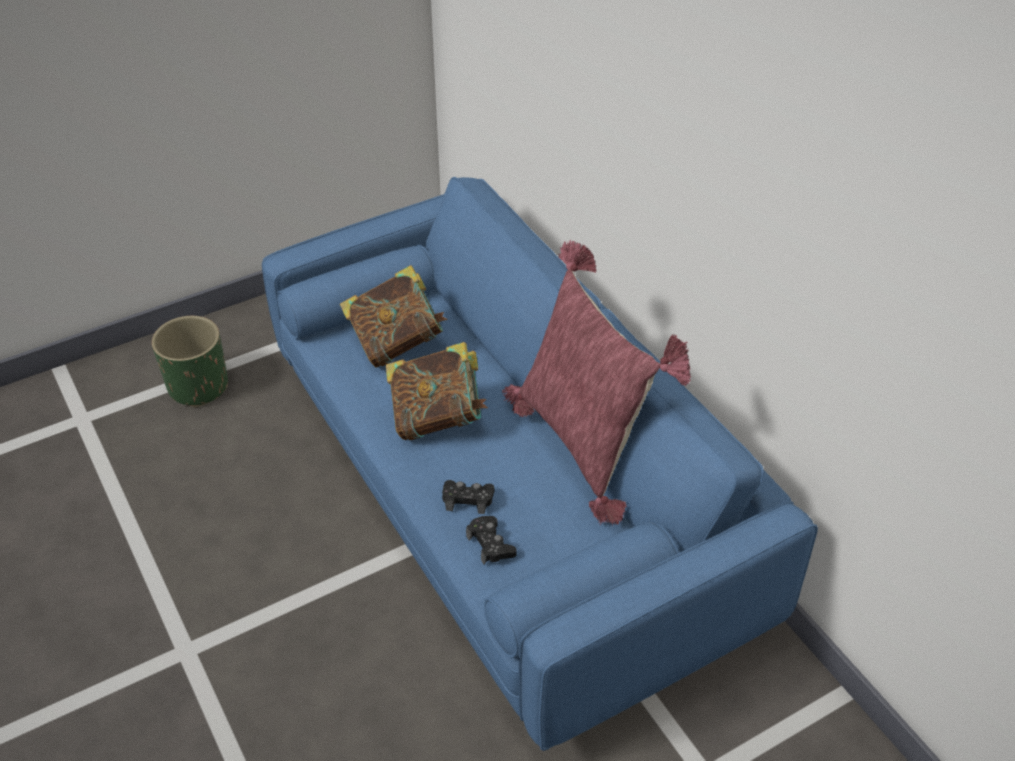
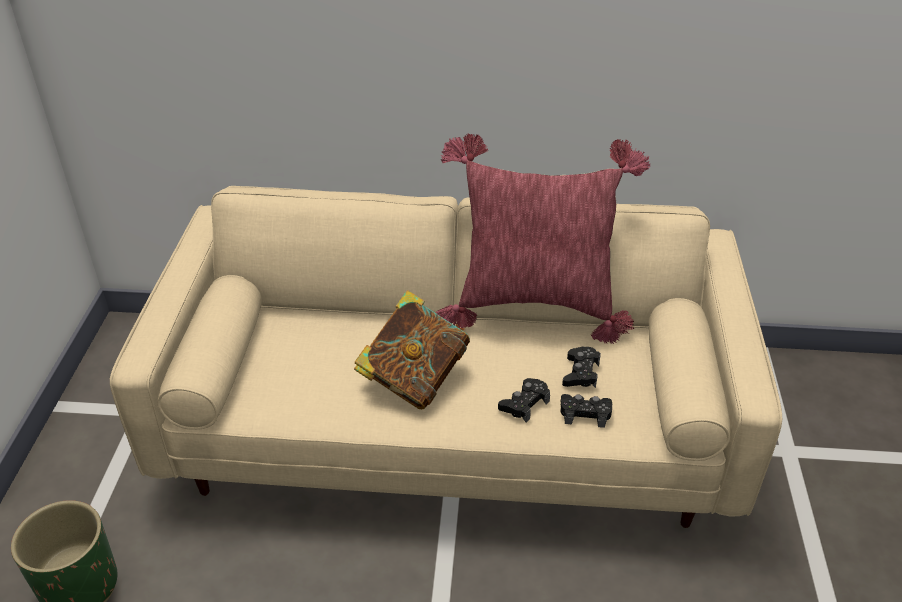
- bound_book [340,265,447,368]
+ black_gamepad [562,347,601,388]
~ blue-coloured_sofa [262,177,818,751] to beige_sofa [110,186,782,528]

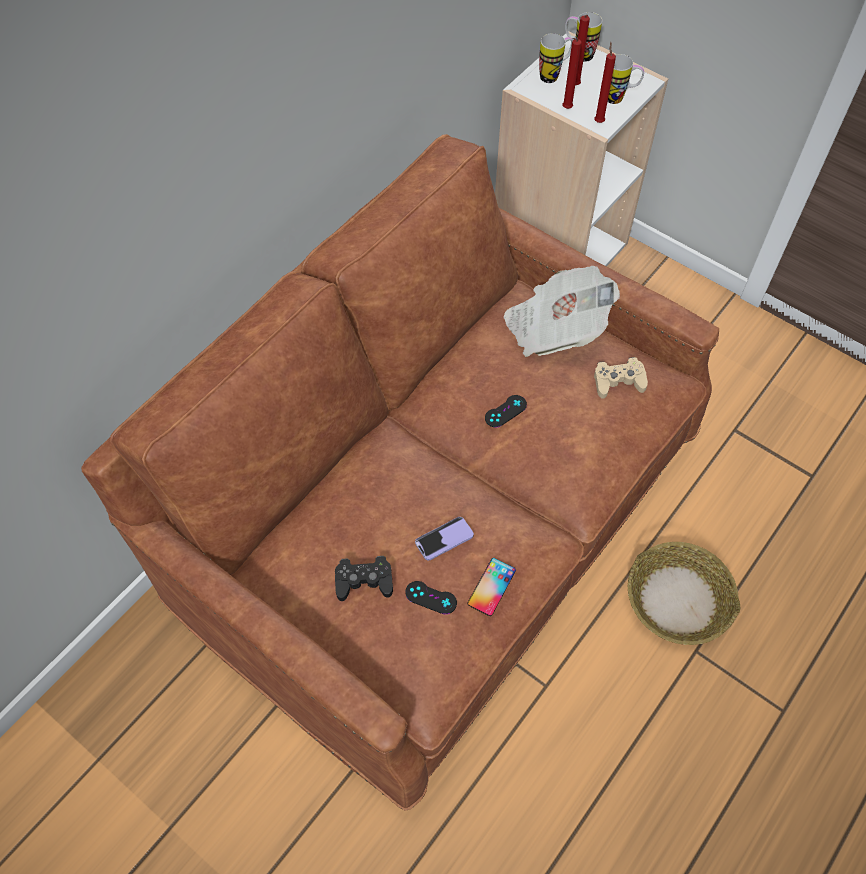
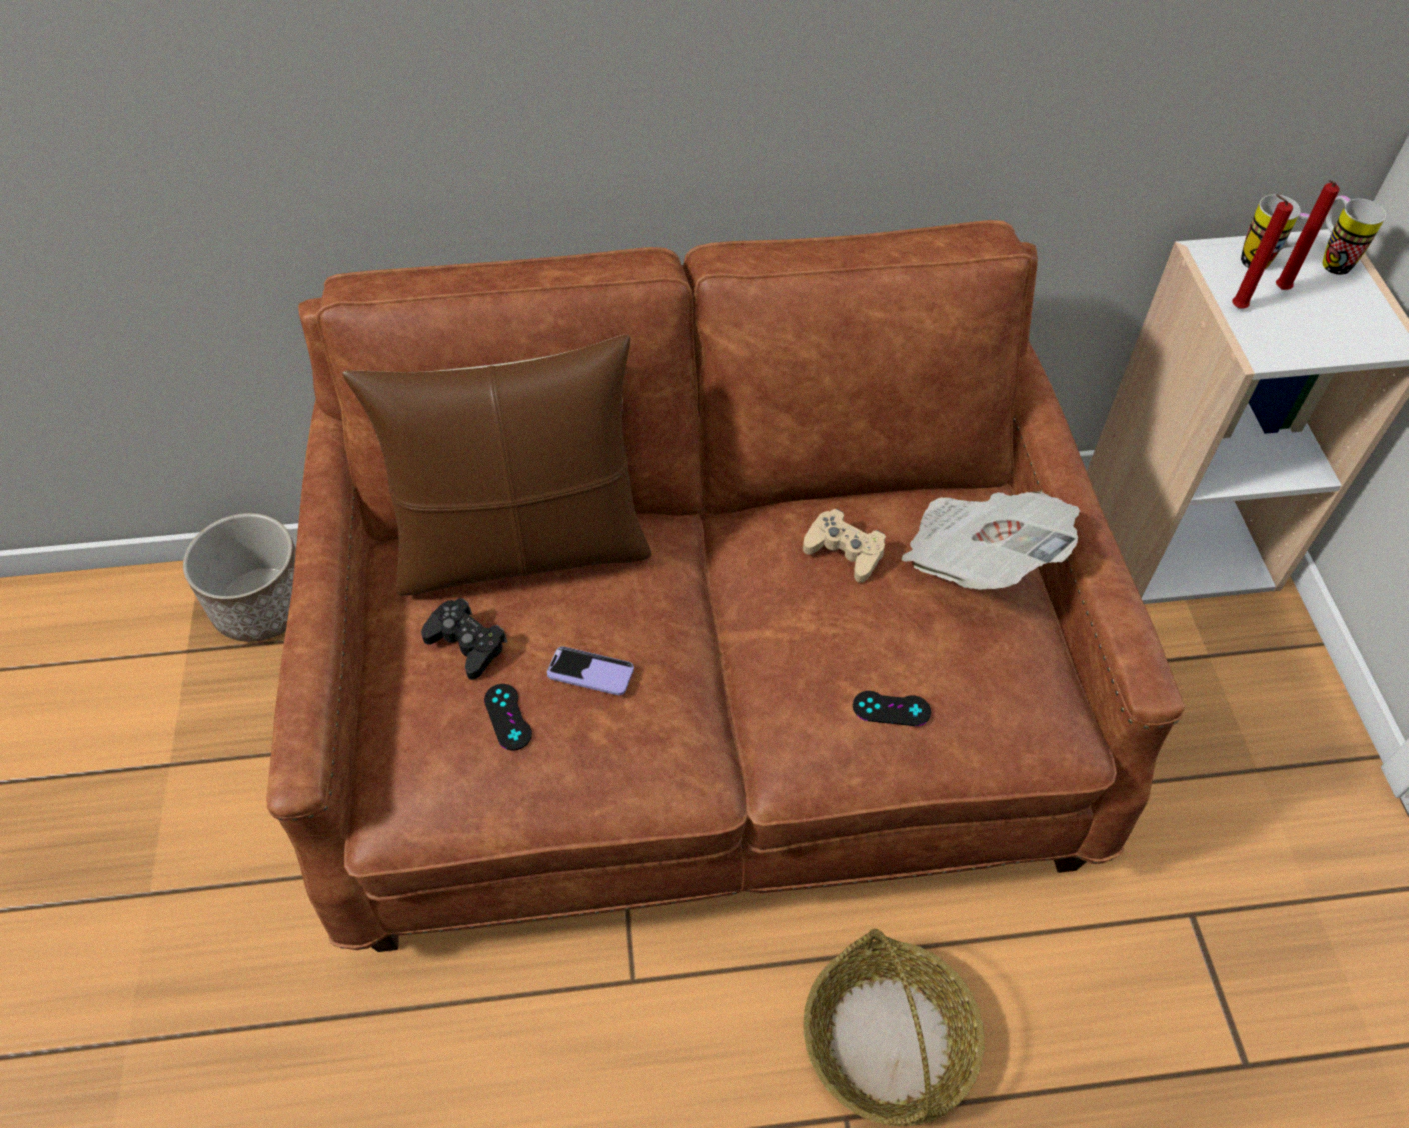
- phone [467,558,516,616]
- red-coloured_wax_light [594,42,616,123]
- coffee_mug [608,54,644,104]
+ plant_pot [183,513,296,642]
+ brown_throw_pillow [342,334,651,595]
~ black_gamepad [485,395,527,427] to [853,691,931,726]
~ beige_gamepad [594,357,648,399] to [803,509,886,583]

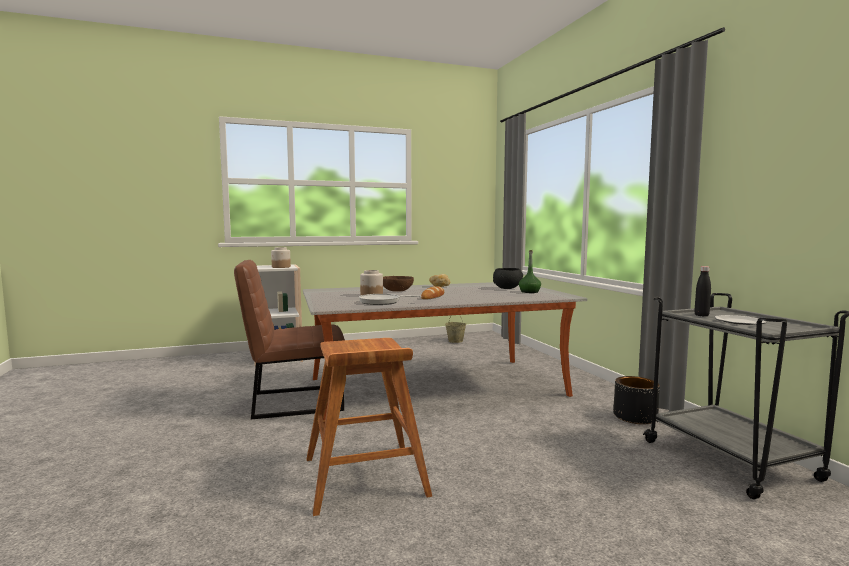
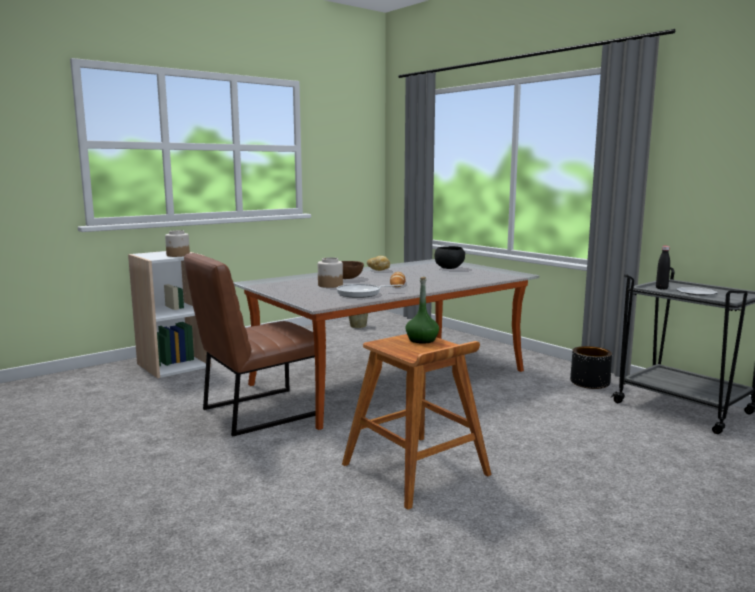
~ greenish_drink_bottle [519,250,541,293] to [405,277,439,344]

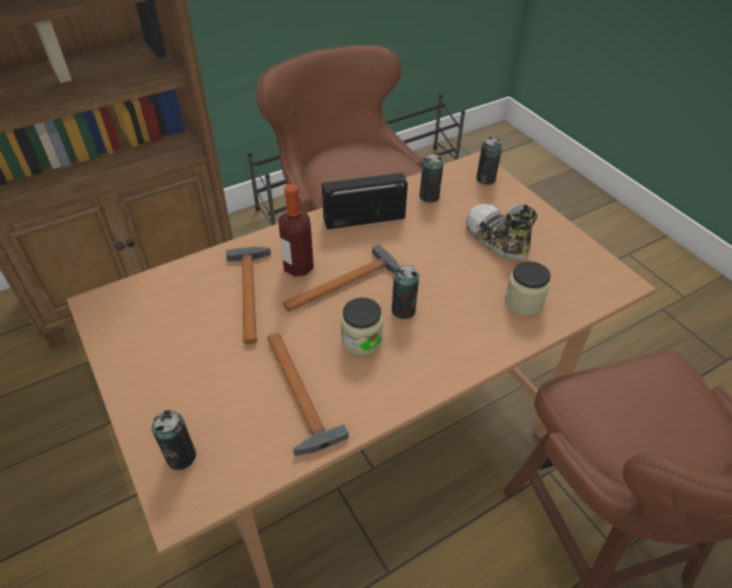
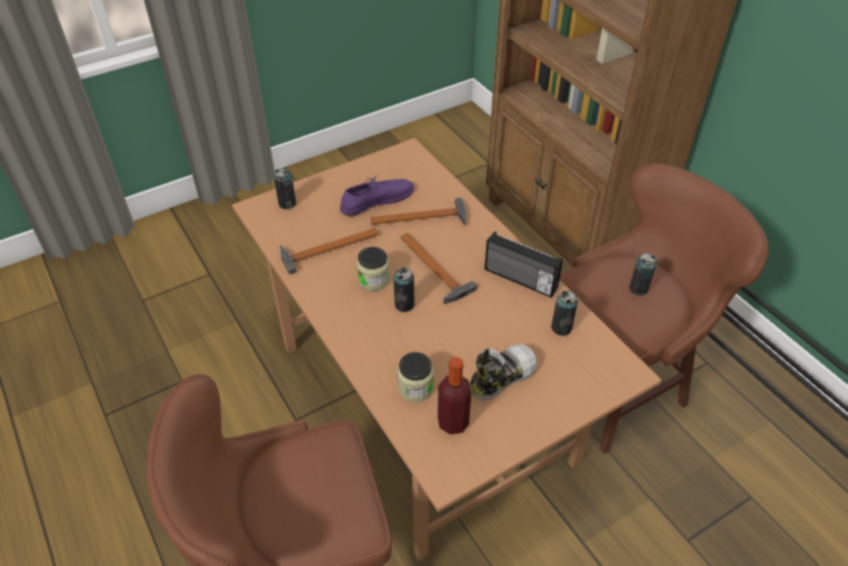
+ purple-coloured_item_of_footwear [340,175,414,217]
~ drink_bottle [278,184,314,277] to [438,357,471,435]
~ can [476,137,502,185] to [629,253,657,296]
~ radio_receiver [322,173,408,229] = [484,231,563,298] 135 degrees clockwise

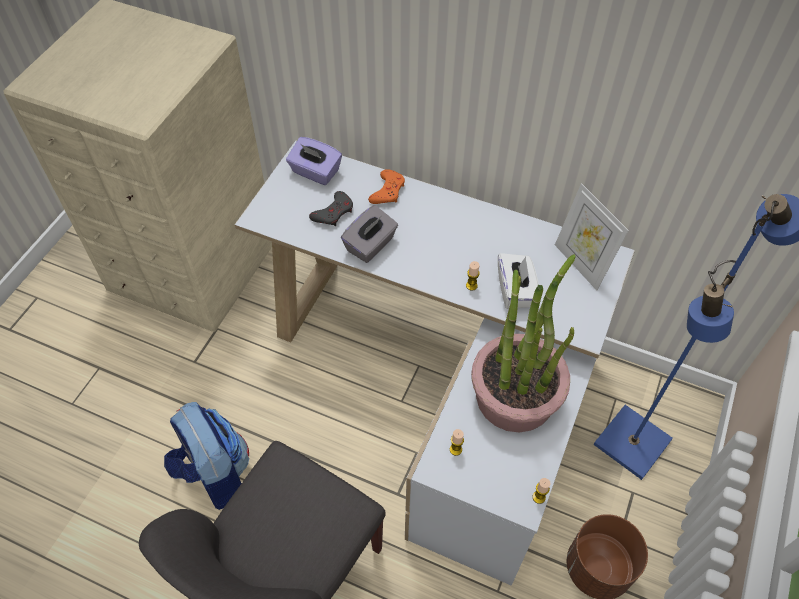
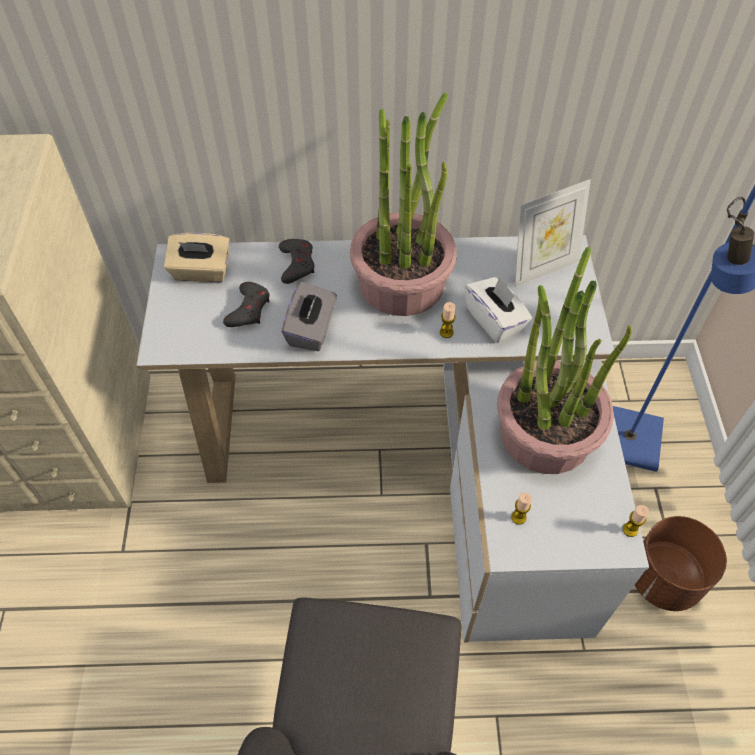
- backpack [164,402,249,510]
+ houseplant [350,93,457,316]
~ purple-coloured_tissue_box [286,137,342,185] to beige_tissue_box [164,233,230,283]
~ orange_gamepad [368,169,405,204] to grey_gamepad [279,239,315,284]
~ standing_frame [555,183,629,291] = [515,179,591,287] 60 degrees counterclockwise

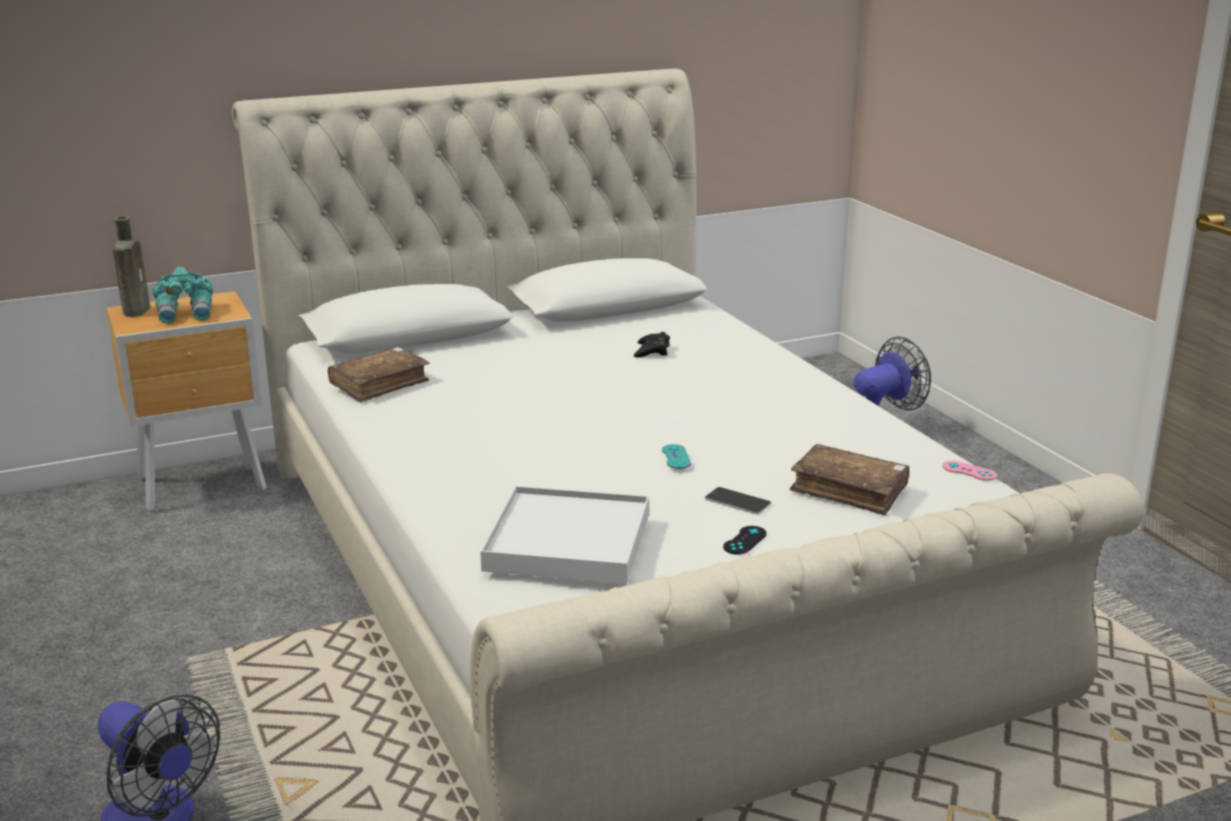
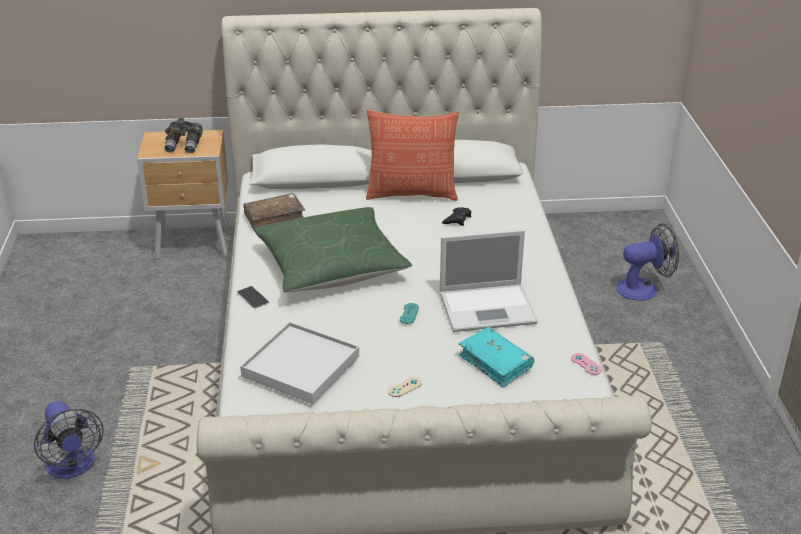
- brown_drink_bottle [113,216,150,317]
+ greenish_throw_pillow [254,207,412,292]
+ orange_throw_pillow [366,109,459,201]
+ laptop [440,230,538,332]
~ phone [704,487,771,514] to [237,286,269,308]
~ turquoise-coloured_field_glasses [152,267,213,323] to grey_field_glasses [165,118,203,153]
~ black_gamepad [723,526,767,555] to beige_gamepad [388,377,422,397]
~ brown_bound_book [790,444,910,515] to turquoise-coloured_bound_book [459,327,534,388]

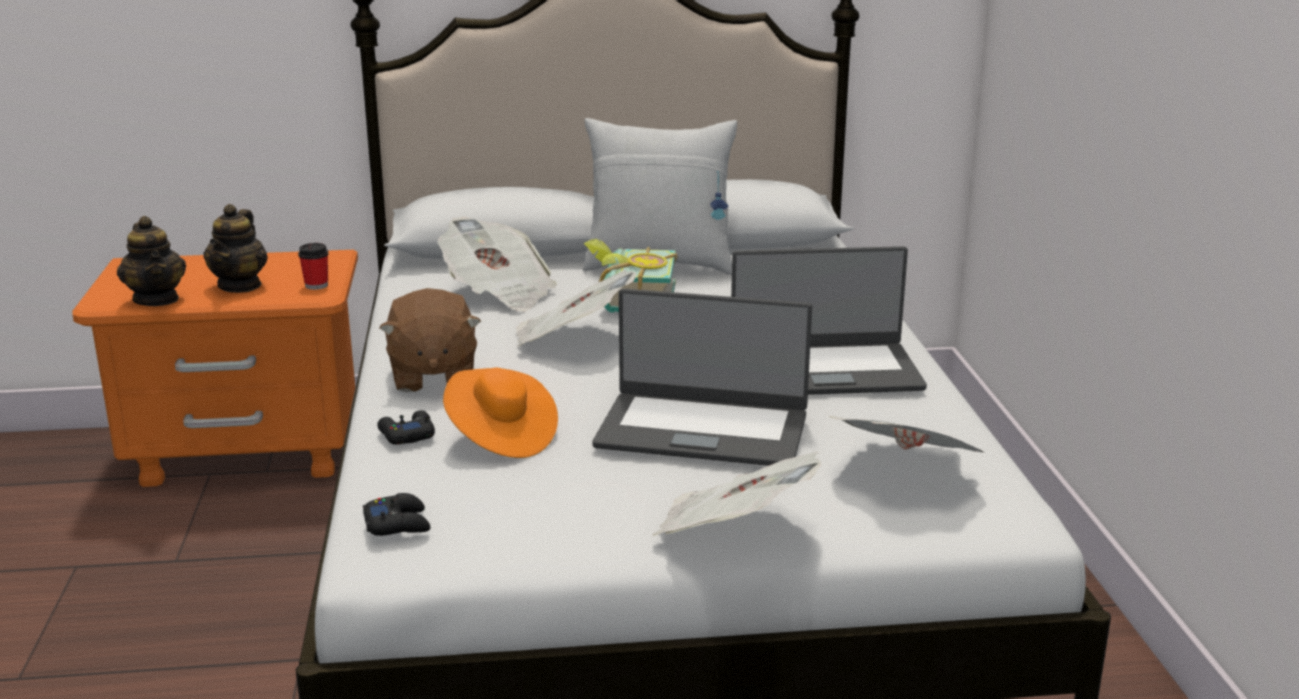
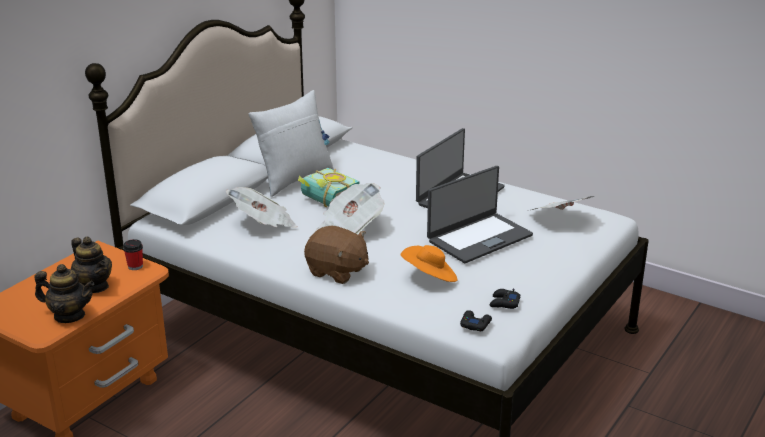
- newspaper [652,452,821,536]
~ black_gamepad [377,410,435,445] to [489,289,521,309]

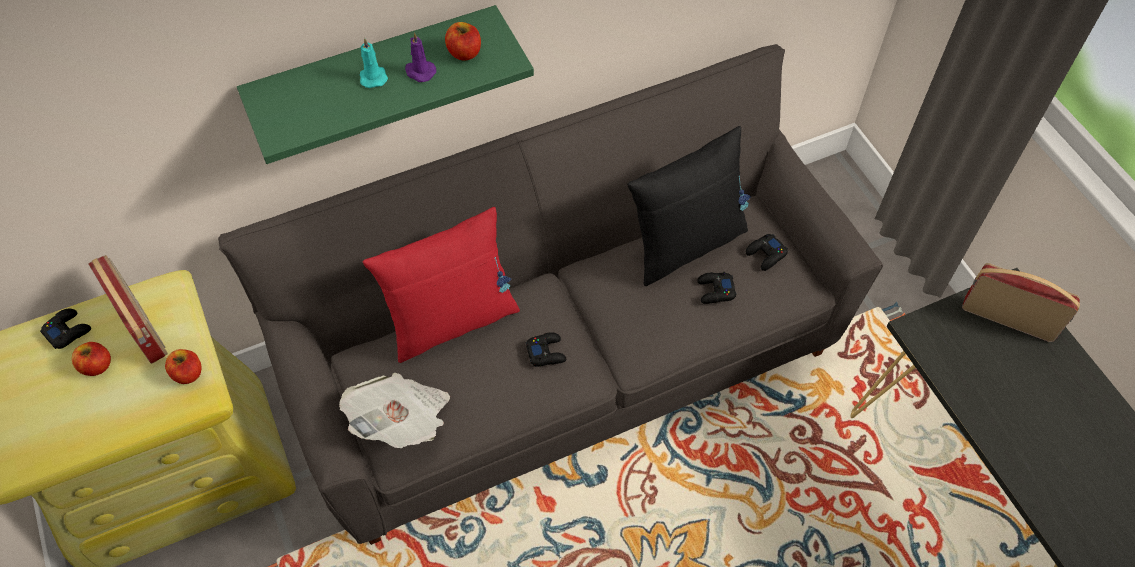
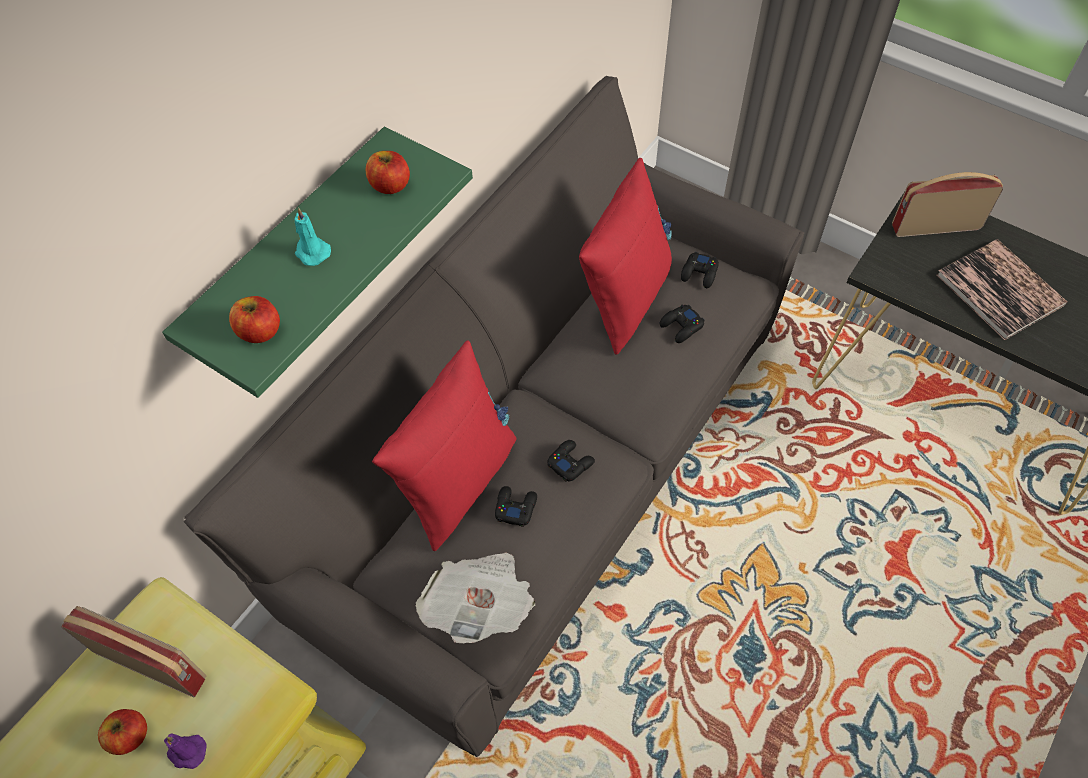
+ bound_book [937,239,1068,340]
~ black_gamepad [40,308,91,349] to [495,486,537,527]
~ apple_fruit [165,349,202,384] to [229,296,280,343]
~ purple-coloured_wax_light [405,32,436,82] to [164,733,207,769]
~ black_throw_pillow [627,126,751,286] to red-coloured_throw_pillow [579,158,672,355]

